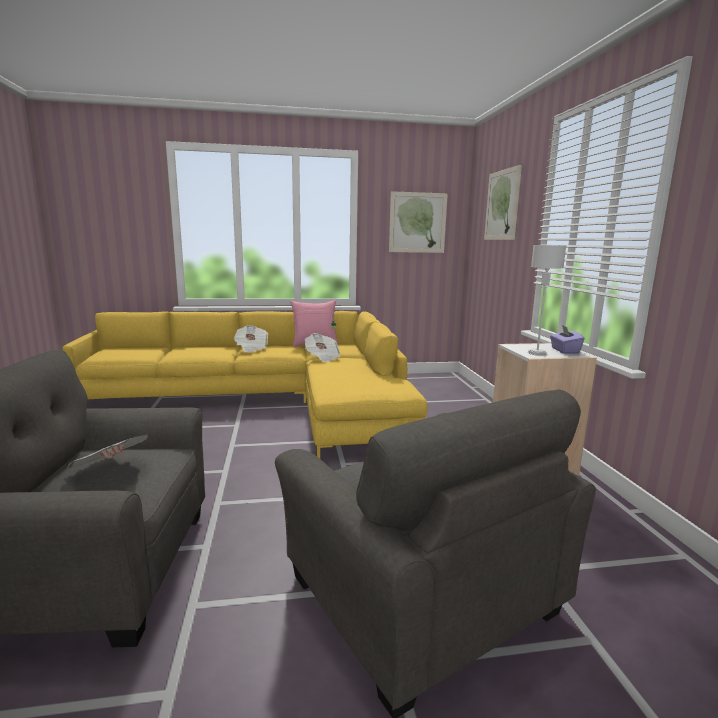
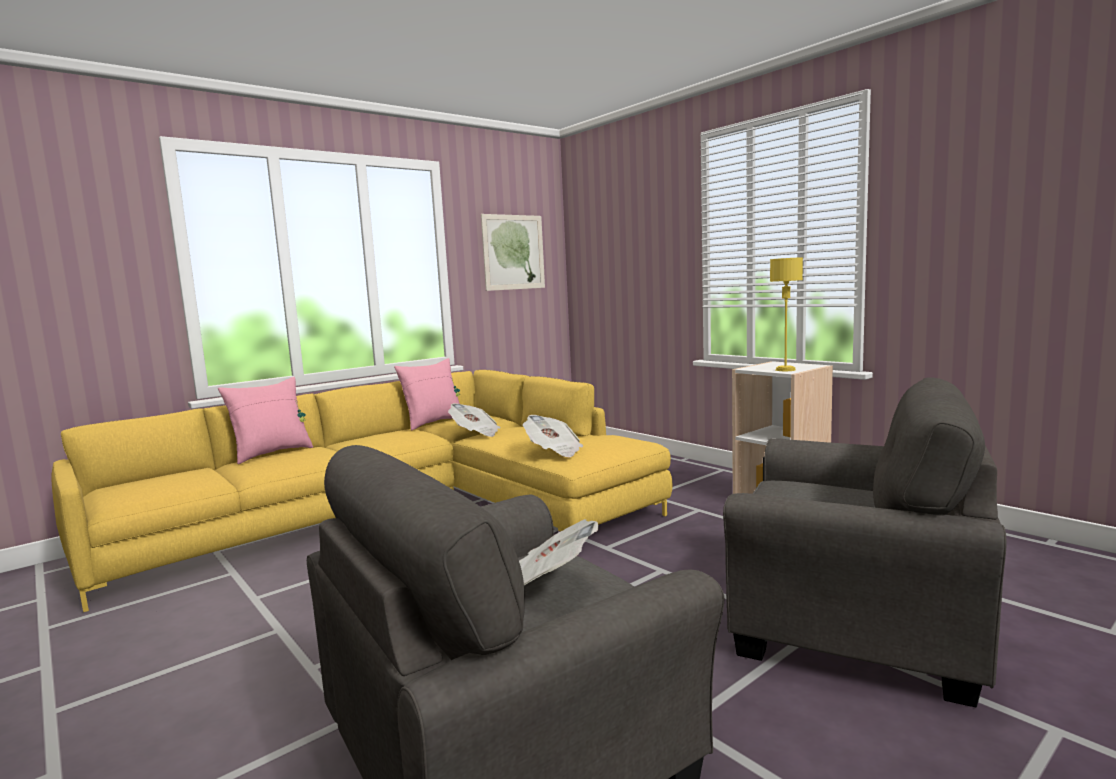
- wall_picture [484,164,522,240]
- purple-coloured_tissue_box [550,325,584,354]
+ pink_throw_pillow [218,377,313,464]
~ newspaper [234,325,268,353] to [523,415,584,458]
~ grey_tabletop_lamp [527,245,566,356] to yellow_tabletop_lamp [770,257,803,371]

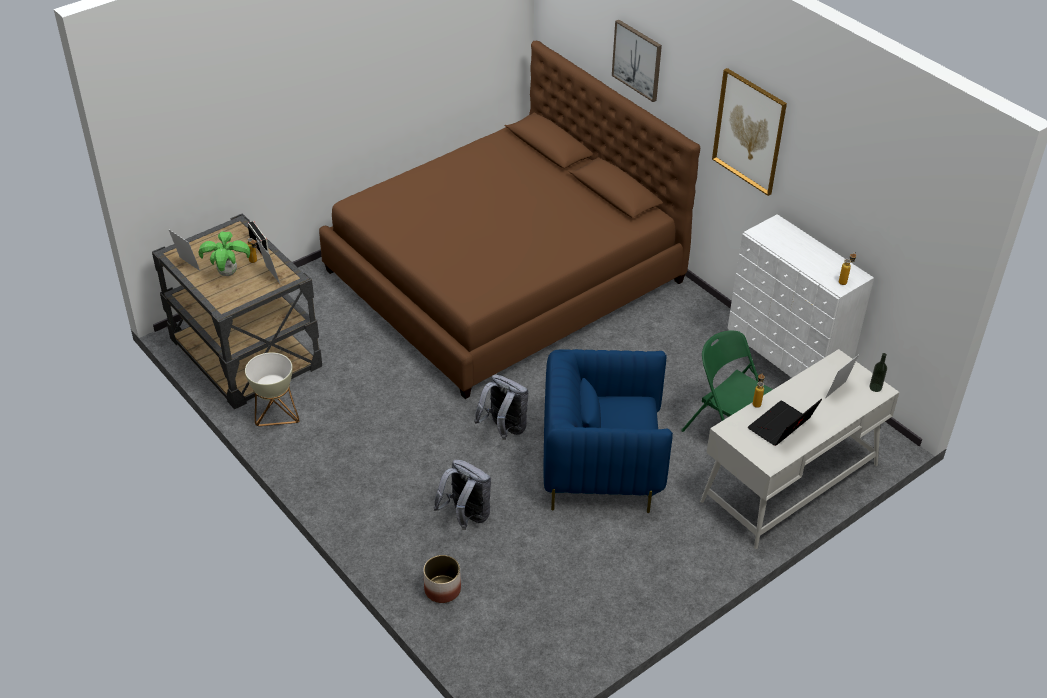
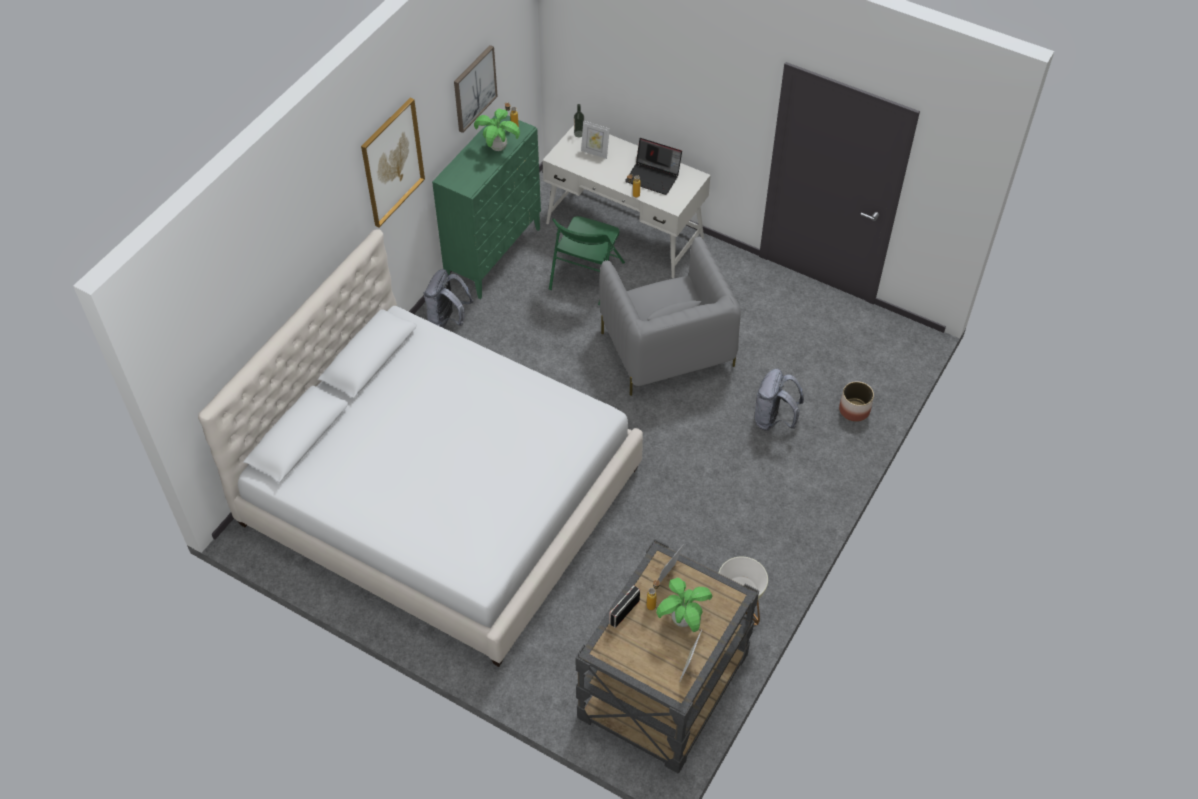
+ houseplant [474,109,520,151]
~ grey_backpack [474,375,529,440] to [424,269,474,328]
~ wall_picture [612,20,662,102] to [454,45,498,133]
~ brown_bed [319,41,700,399] to white_bed [198,229,643,667]
~ blue-coloured_easy_chair [544,349,673,513] to grey_easy_chair [599,237,741,396]
~ white_drawer_chest [728,214,874,378] to greenish_drawer_chest [432,115,541,299]

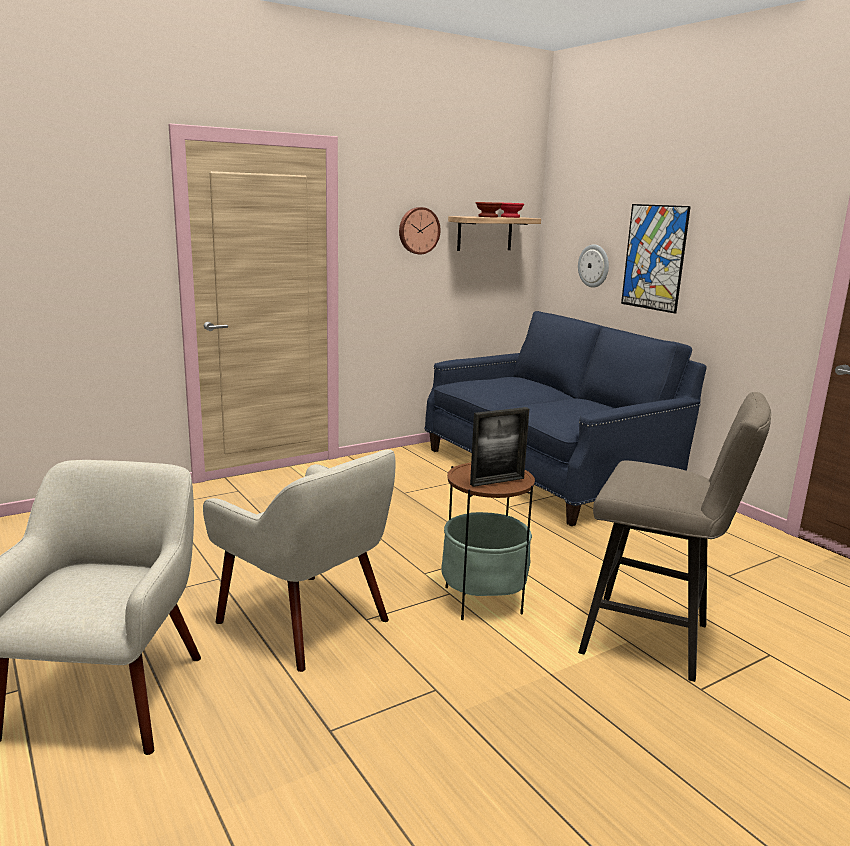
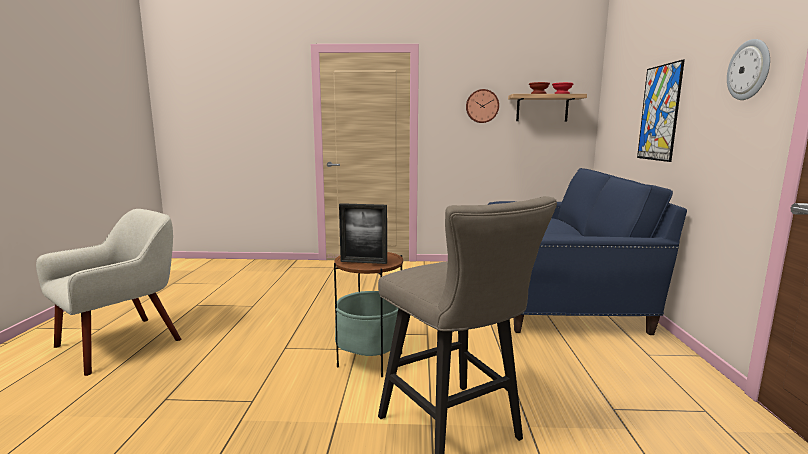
- beige_easy_chair [203,449,395,672]
~ wall_clock [578,244,609,288] to [727,39,770,100]

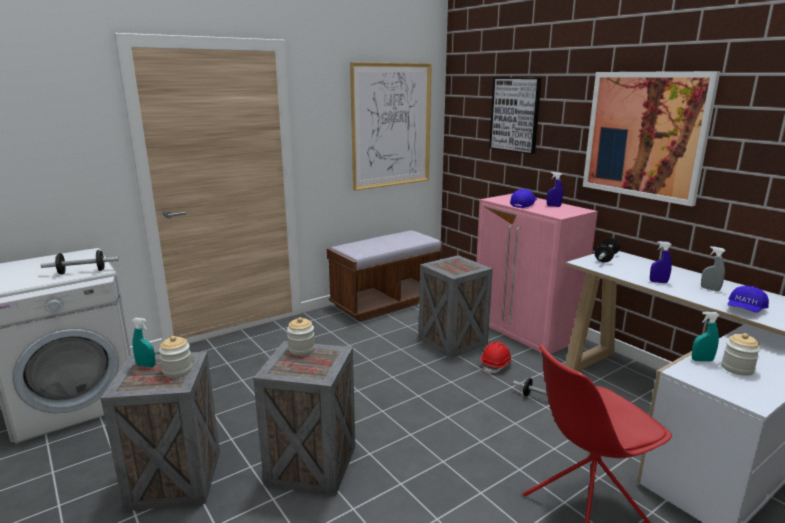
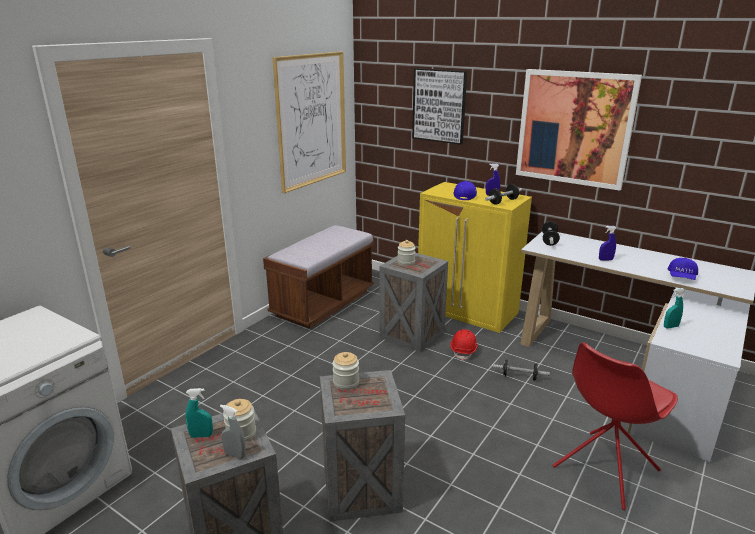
~ dumbbell [41,250,119,275] to [485,184,522,205]
~ grey_hand_sprayer [701,246,725,291] to [220,405,246,459]
~ preserve_jar [722,333,760,376] to [398,240,416,266]
~ pink_storage_cabinet [476,194,598,354] to yellow_storage_cabinet [418,182,532,333]

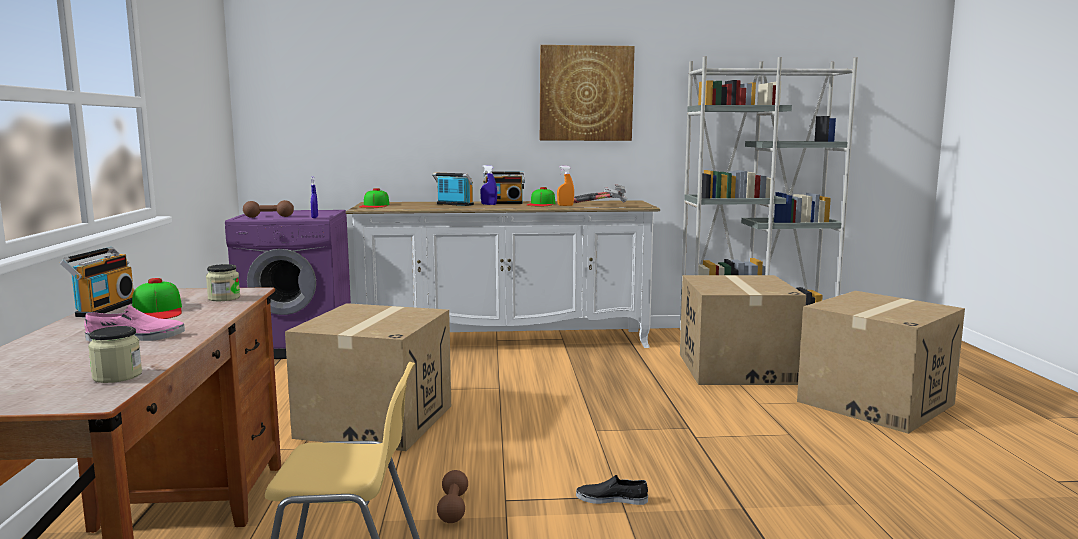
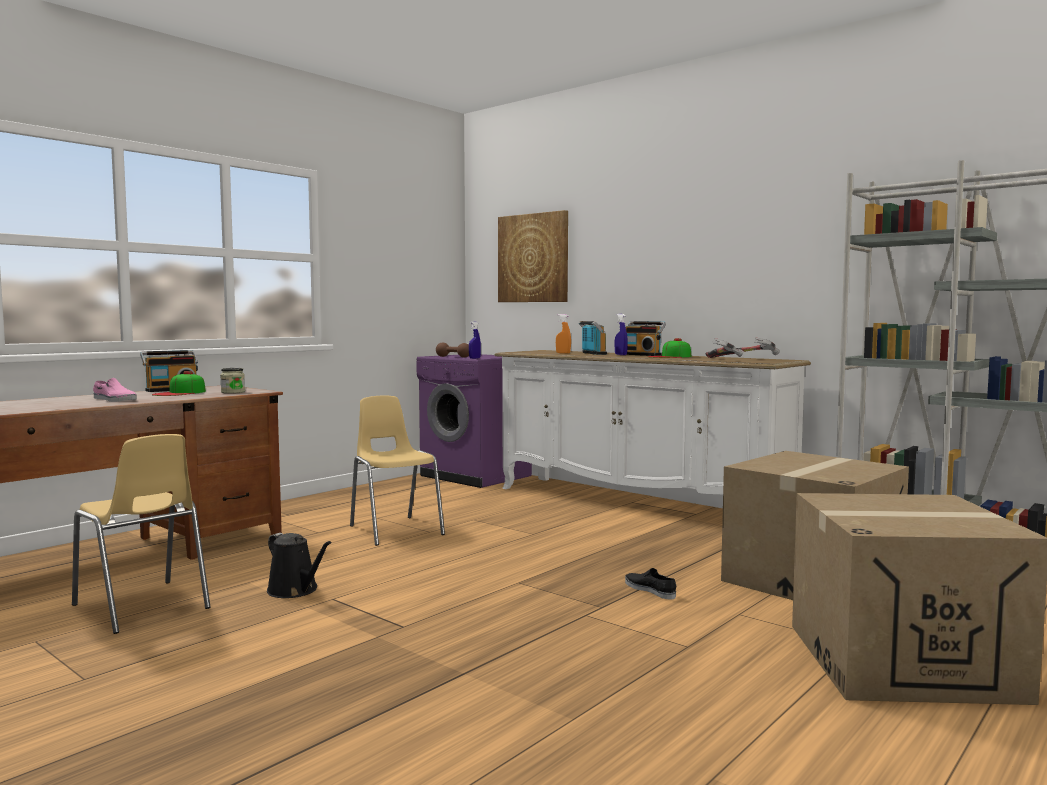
- preserve_jar [88,326,142,383]
- peaked_cap [359,188,389,208]
~ wall_picture [540,45,635,141] to [498,210,568,302]
~ orange_hand_sprayer [557,166,574,206] to [556,314,571,354]
~ black_item_of_footwear [576,475,648,505] to [625,568,677,600]
~ packing_box [285,303,451,451] to yellow_plain_chair [350,395,445,546]
~ brown_dumbbell [437,470,468,523] to black_watering_pot [267,533,332,598]

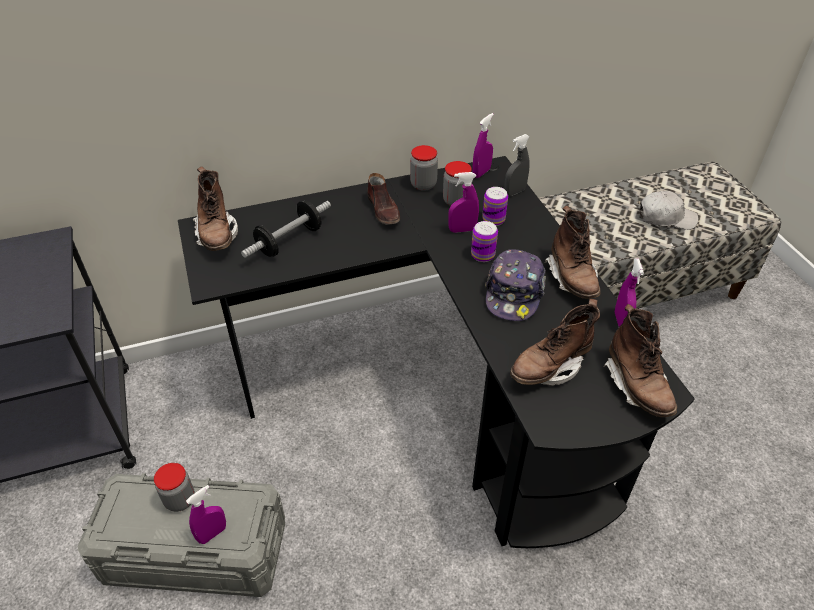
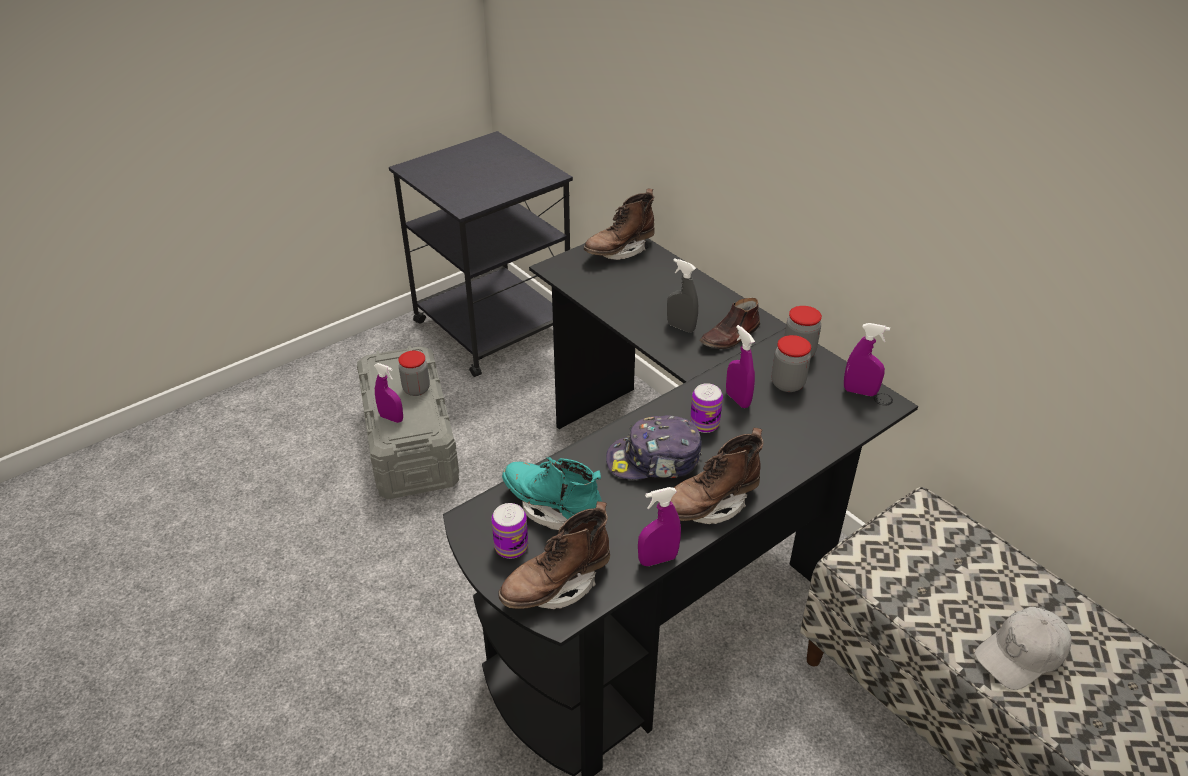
- dumbbell [241,201,331,258]
~ can [482,187,508,226] to [491,503,528,559]
~ grey_hand_sprayer [504,134,530,196] to [667,258,698,333]
~ brown_tall_boot [510,299,600,386] to turquoise-coloured_tall_boot [502,457,602,530]
~ white_peaked_cap [639,191,698,230] = [975,607,1072,690] 75 degrees clockwise

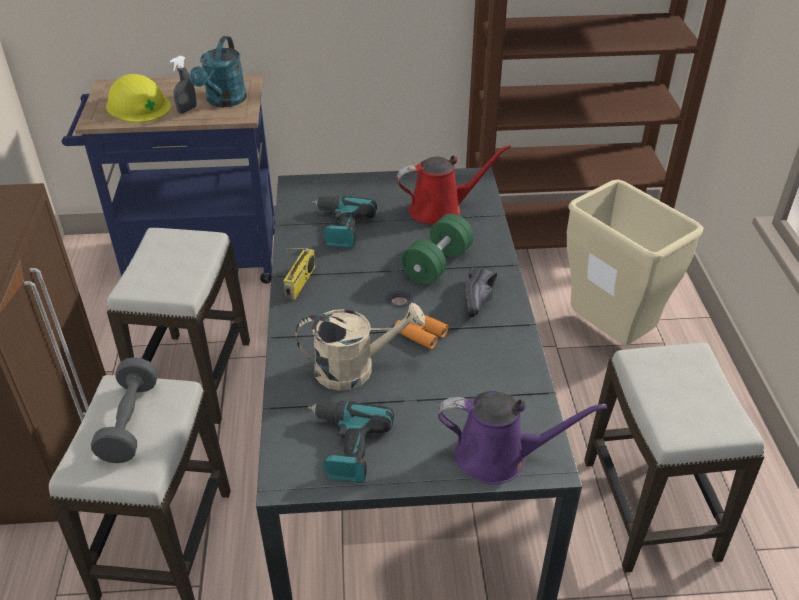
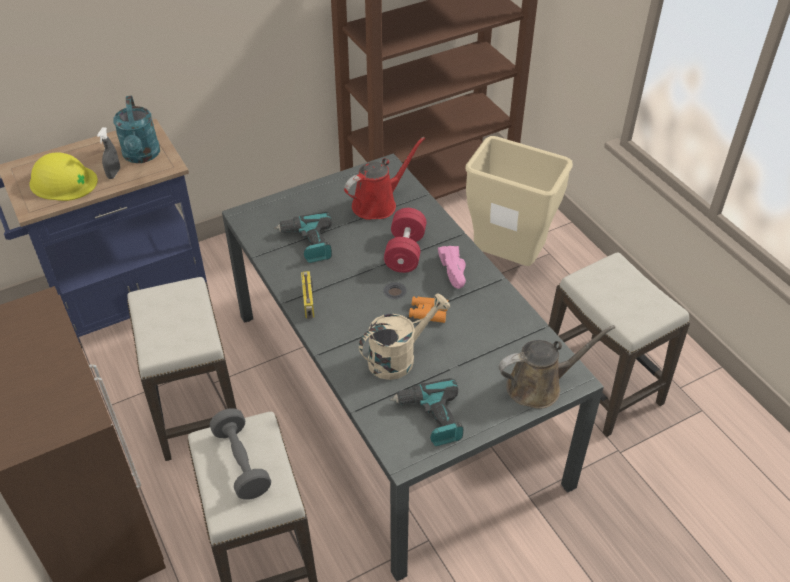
~ greenish_dumbbell [401,214,474,285] to red-coloured_dumbbell [384,208,426,273]
~ purple-coloured_watering_pot [438,391,607,485] to brown_watering_pot [498,325,615,409]
~ black_item_of_footwear [465,267,497,318] to pink_item_of_footwear [438,246,466,289]

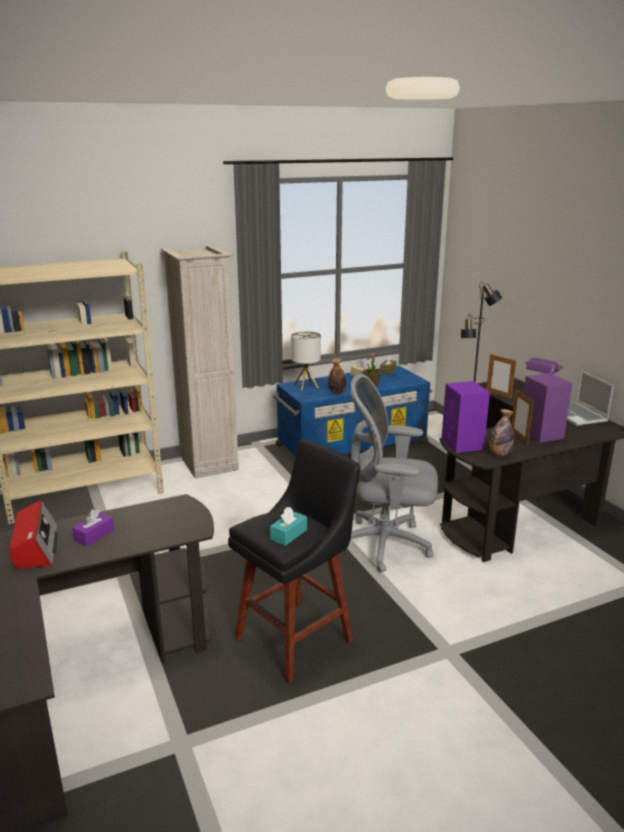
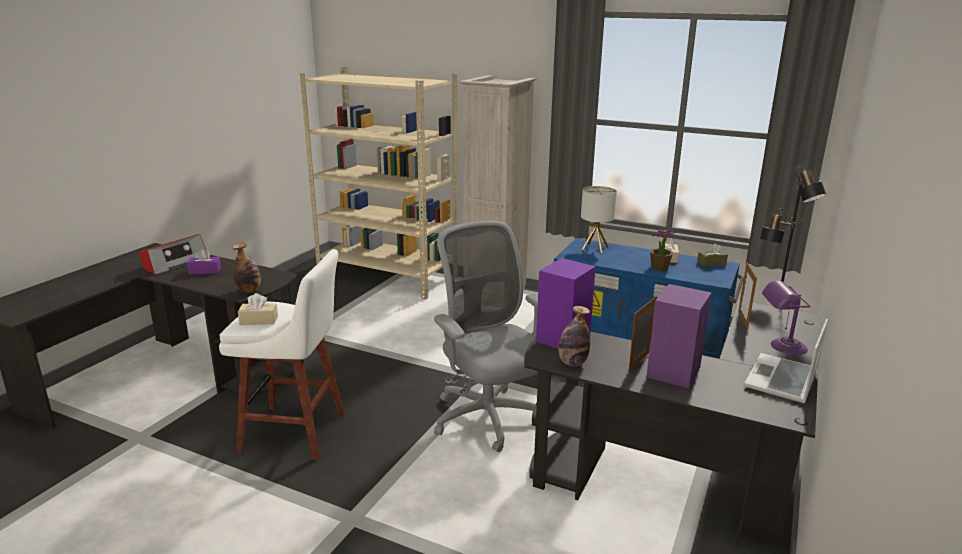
~ drink_bottle [328,358,346,394] to [233,243,261,293]
~ black_stool [228,439,360,684] to white_stool [219,249,345,460]
~ turquoise-coloured_tissue_box [270,507,307,546] to beige_tissue_box [238,293,278,325]

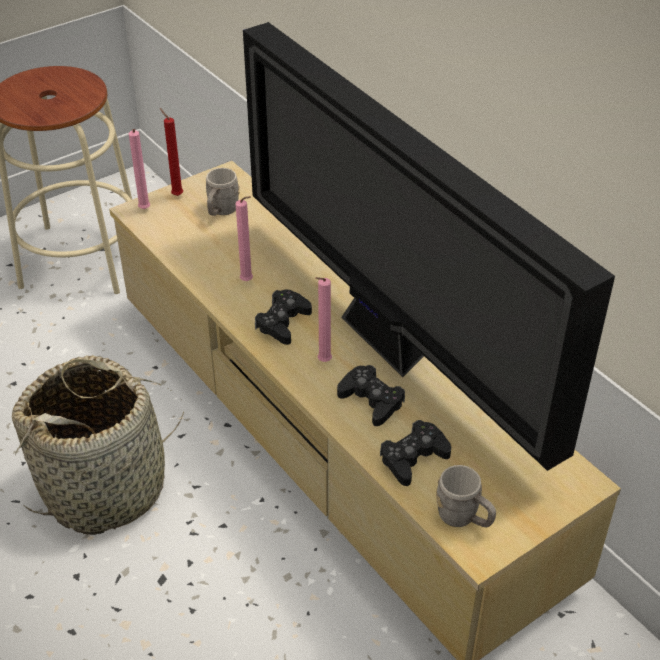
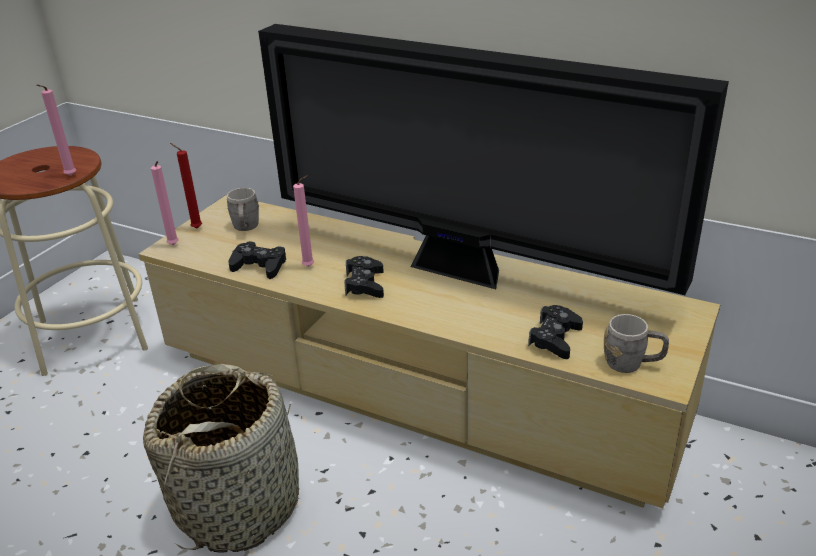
~ pink_wax_light [315,277,332,362] to [37,85,76,176]
~ black_gamepad [337,365,405,426] to [228,241,286,279]

